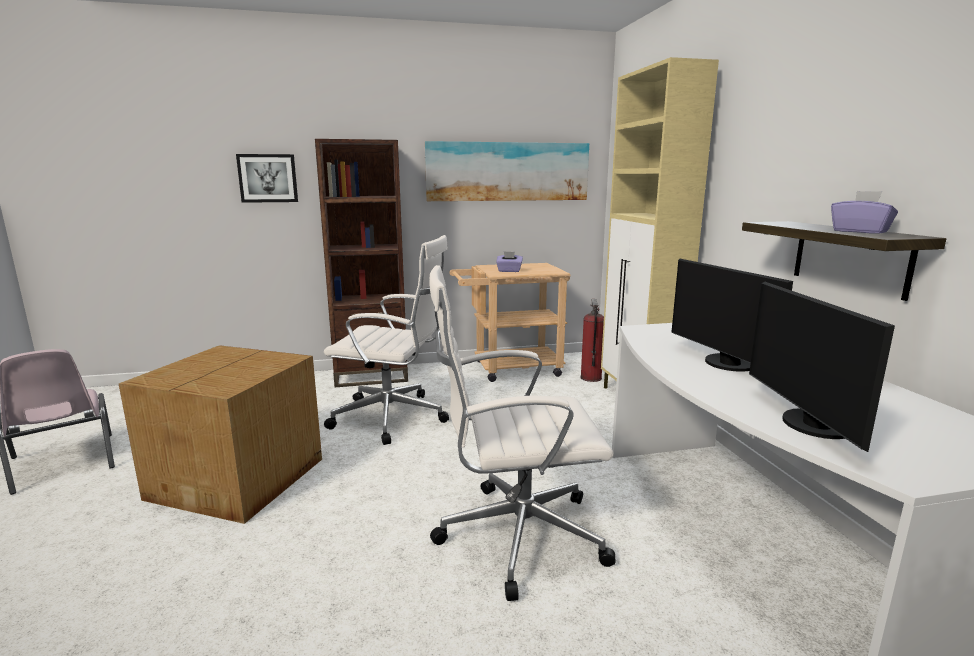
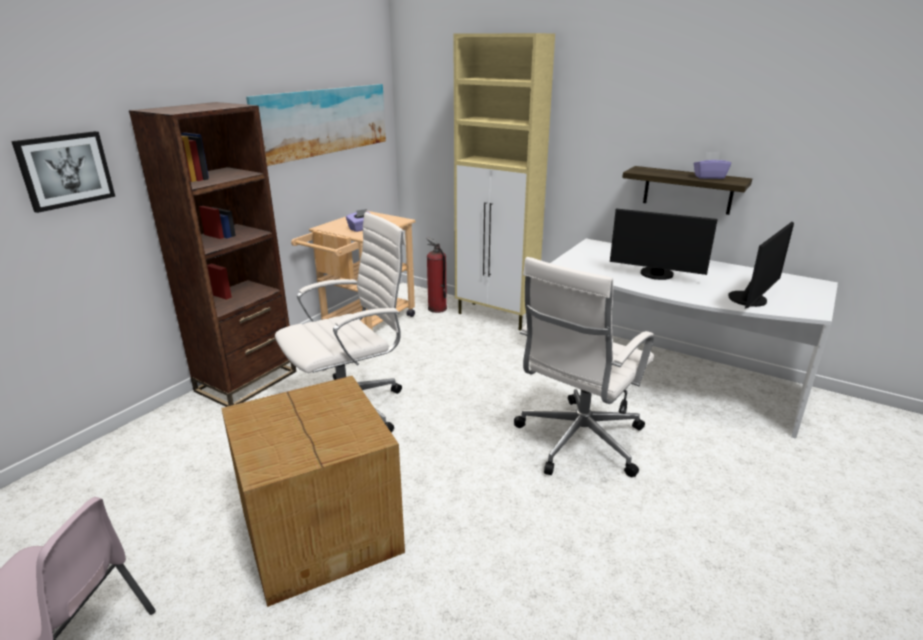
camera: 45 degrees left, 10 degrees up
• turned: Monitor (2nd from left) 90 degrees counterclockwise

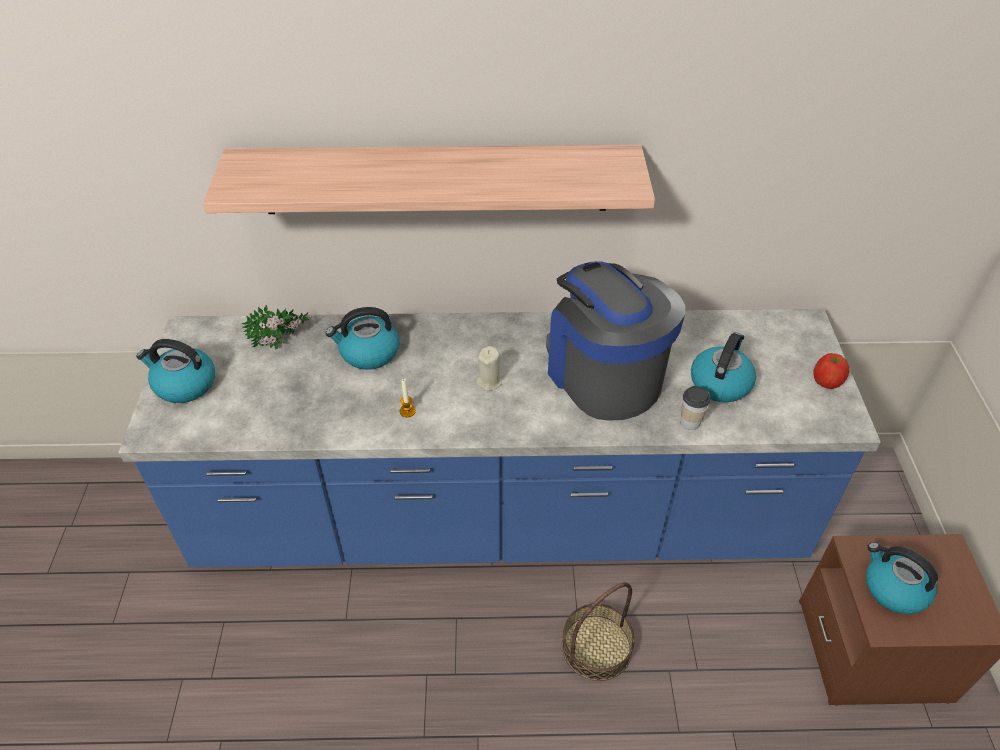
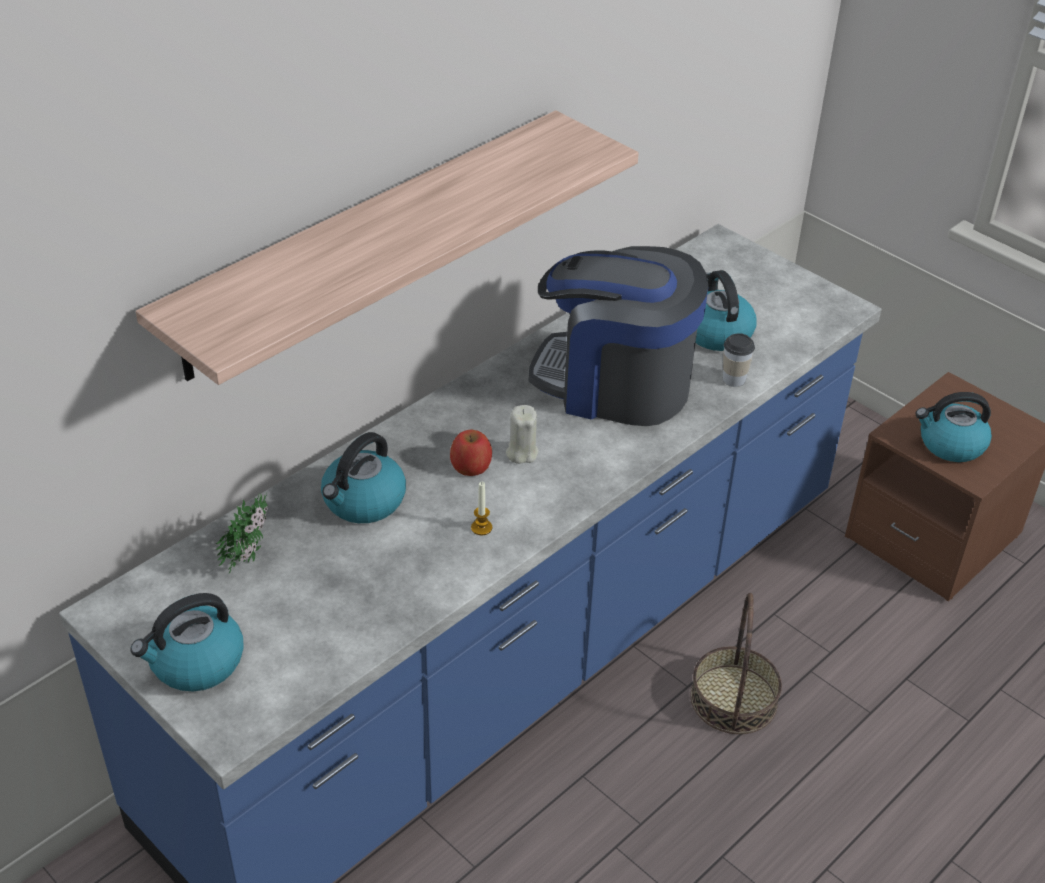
camera: 45 degrees left, 5 degrees down
• moved: Apfel

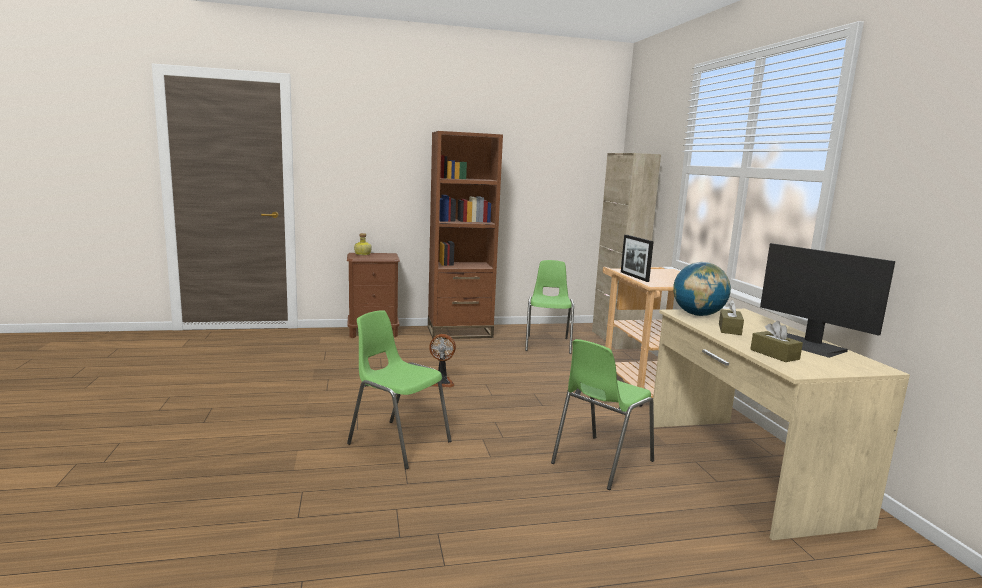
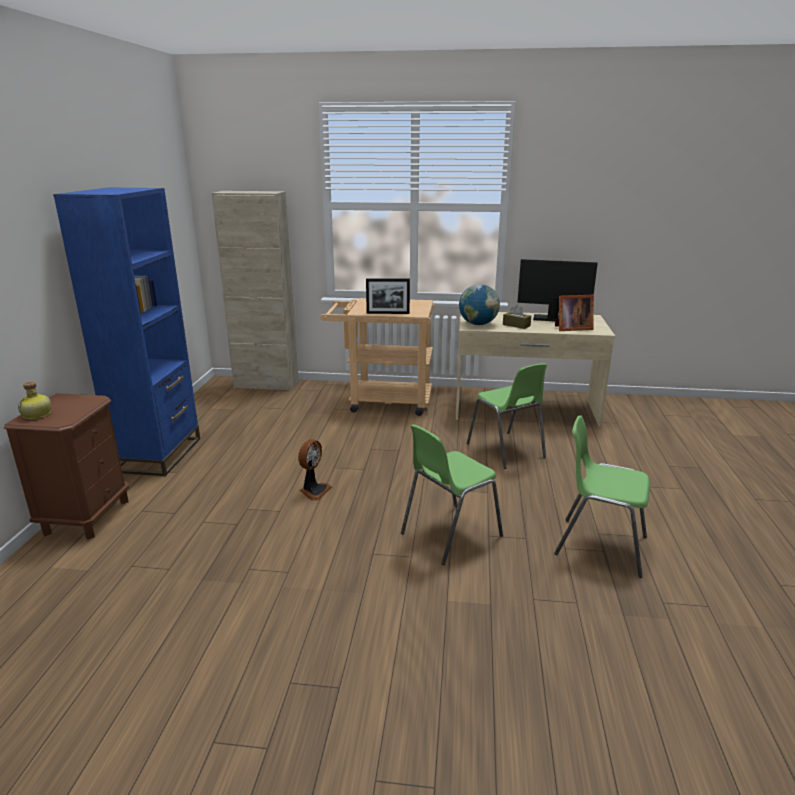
camera: 70 degrees left, 10 degrees up
• recoloured: Bücherregal [braun] to Bücherregal [blau]
• moved: Stuhl [grün] (2nd from left in the first image) to Stuhl [grün] (3rd from left)
• replaced: Taschentuchbox [braun] (2nd from left) to Bilderrahmen (2nd from left)
• turned: Monitor 150 degrees counterclockwise

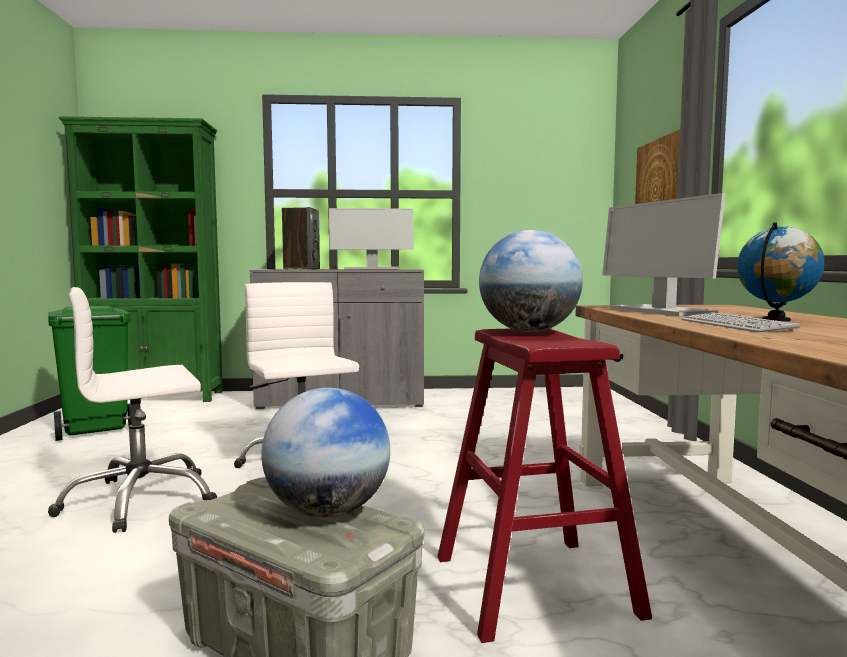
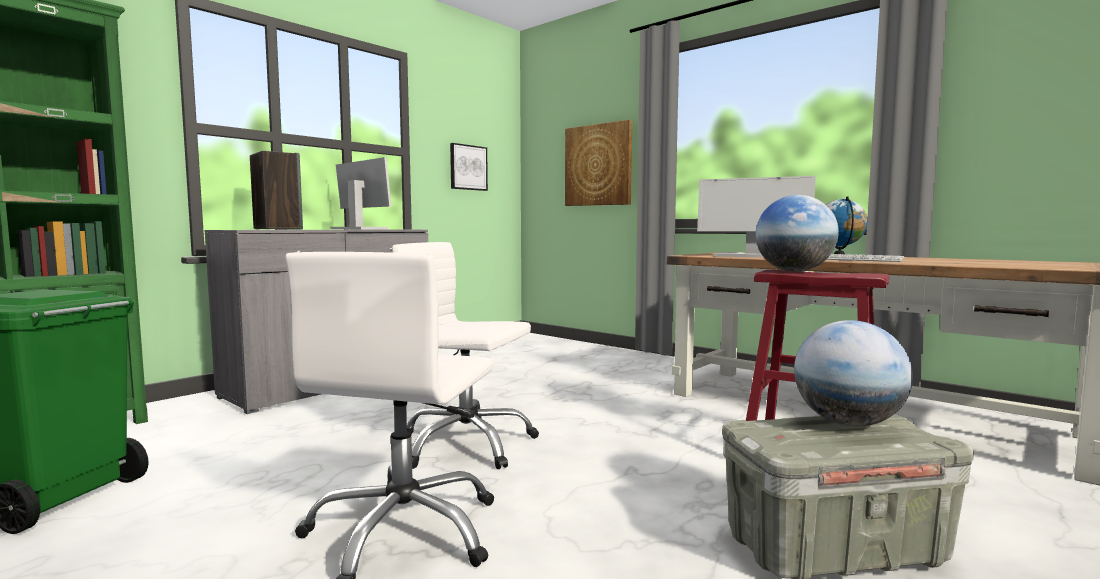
camera: 45 degrees left, 0 degrees up
• turned: Monitor (1st from left) 90 degrees counterclockwise
• added: Bild (1st from left)

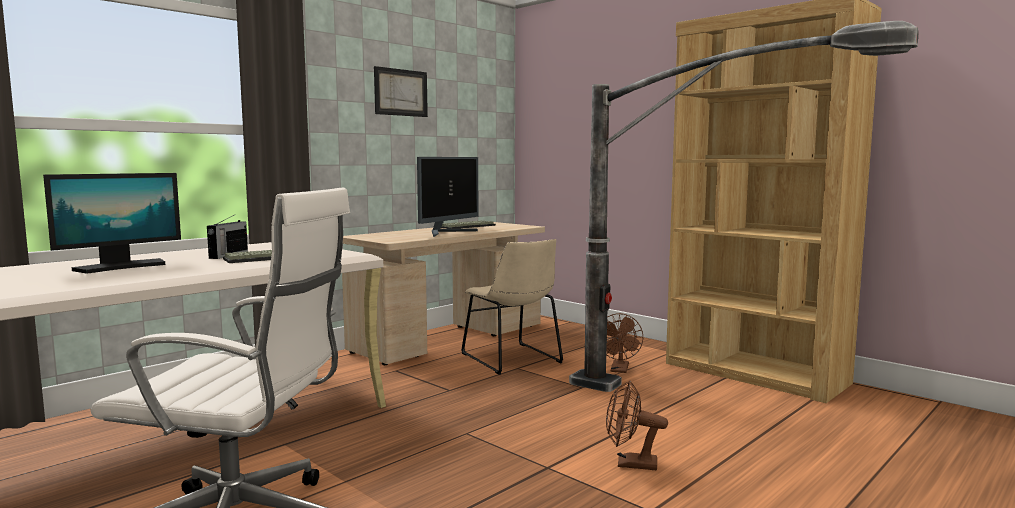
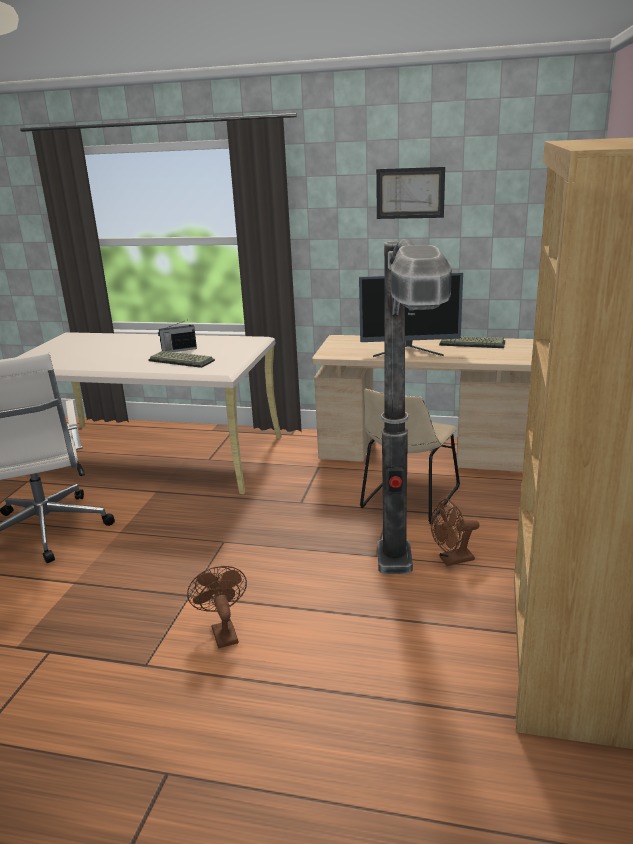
camera: 60 degrees right, 15 degrees up
• removed: Monitor (1st from left)

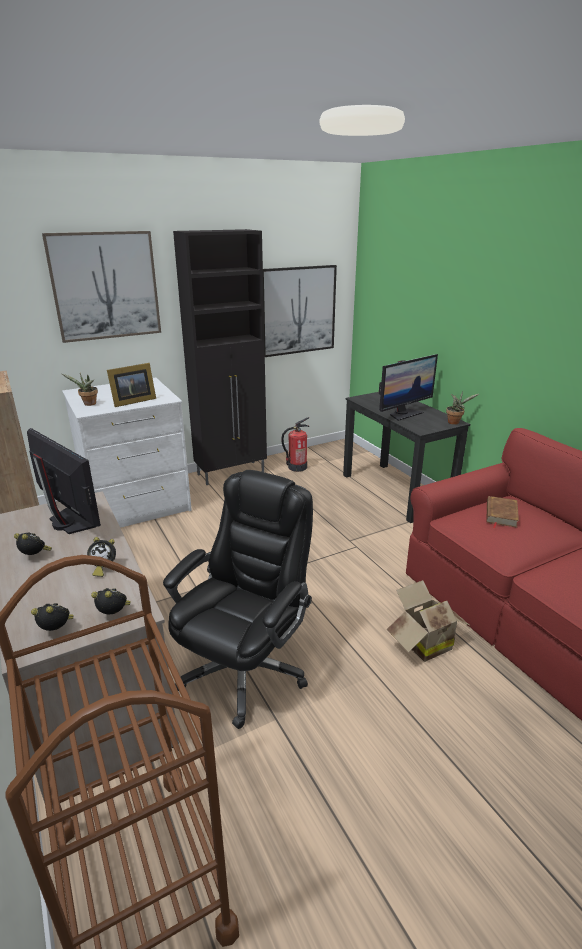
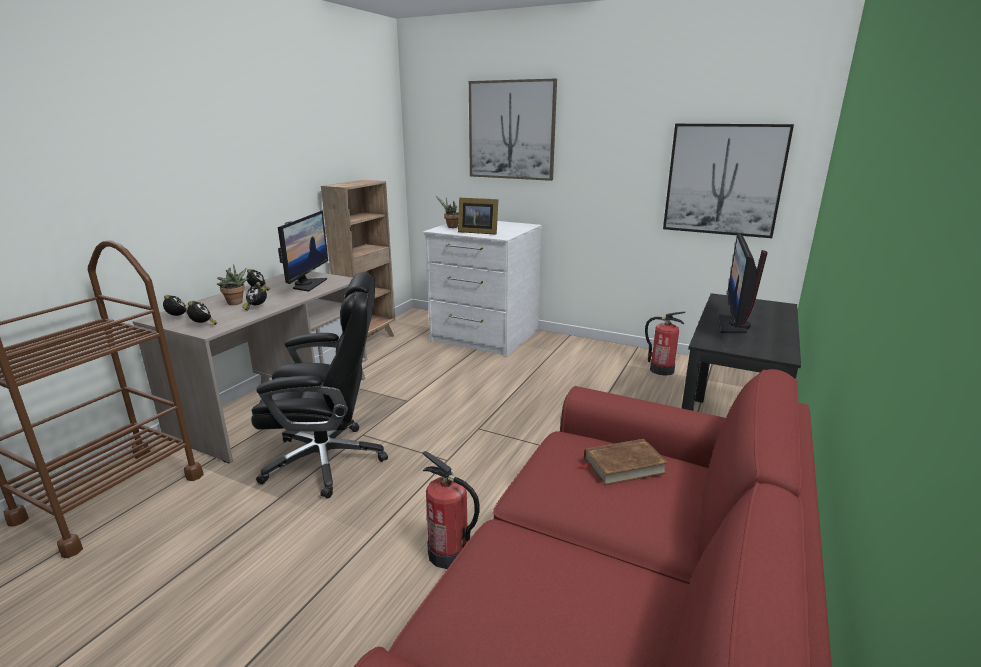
camera: 55 degrees right, 5 degrees down
• removed: Schrank [schwarz]
• turned: Monitor (2nd from left) 90 degrees clockwise
• replaced: Karton to Feuerlöscher (1st from left)
• moved: Topfpflanze (2nd from left in the first image) to Topfpflanze (1st from left)

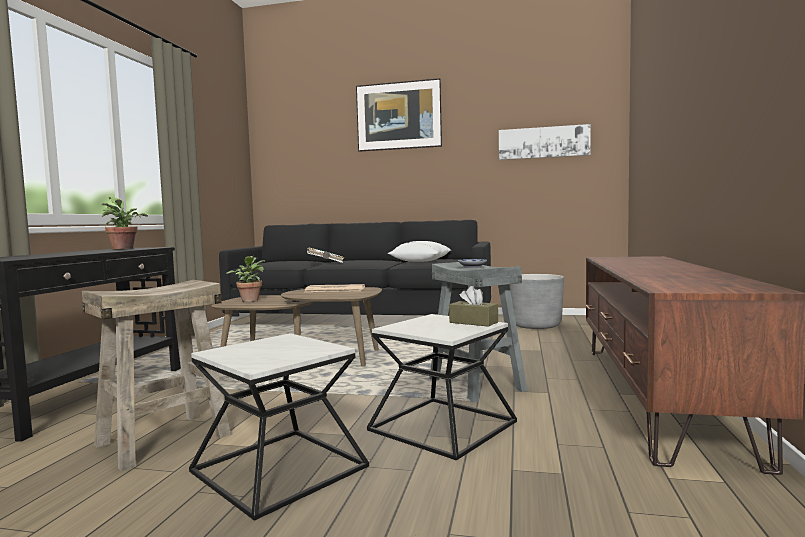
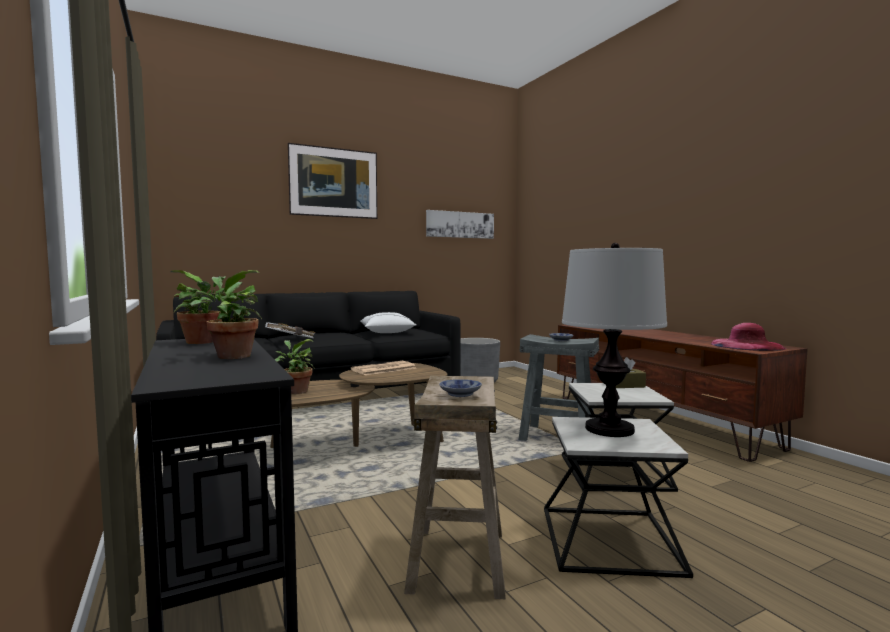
camera: 40 degrees left, 0 degrees up
• added: Topfpflanze (2nd from left)
• added: Schüssel (1st from left)
• added: Tischlampe
• added: Hut [rosa]

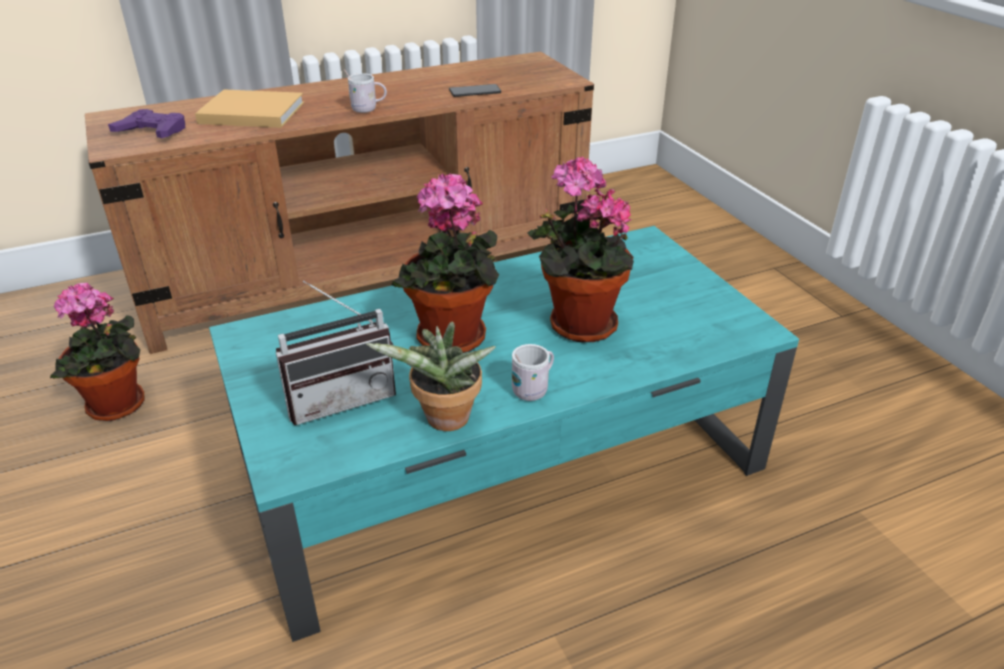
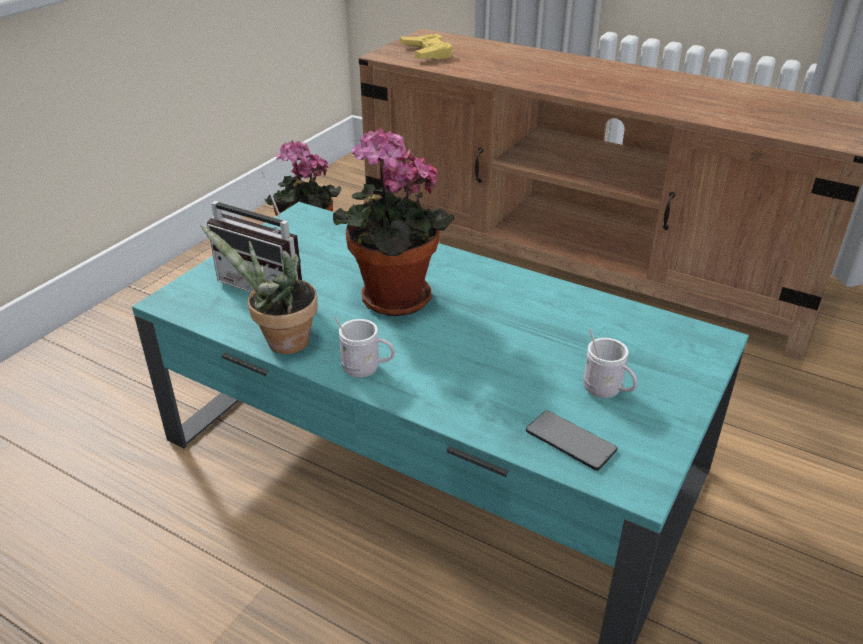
camera: 55 degrees right, 0 degrees up
• recoloured: Gamepad [lila] to Gamepad [gelb]
• removed: Buch [beige]
• moved: Henkelbecher [weiß] (1st from left in the first image) to Henkelbecher [weiß] (2nd from left)
• moved: Handy
• removed: Topfpflanze (4th from left)

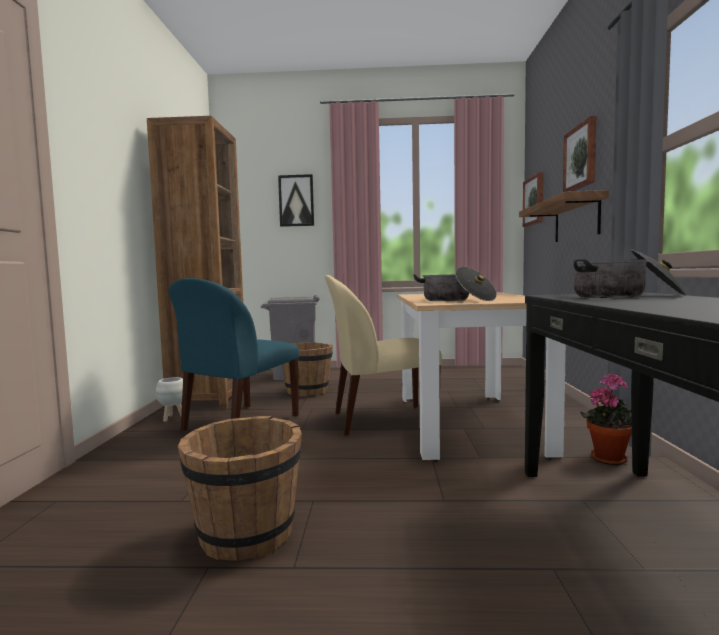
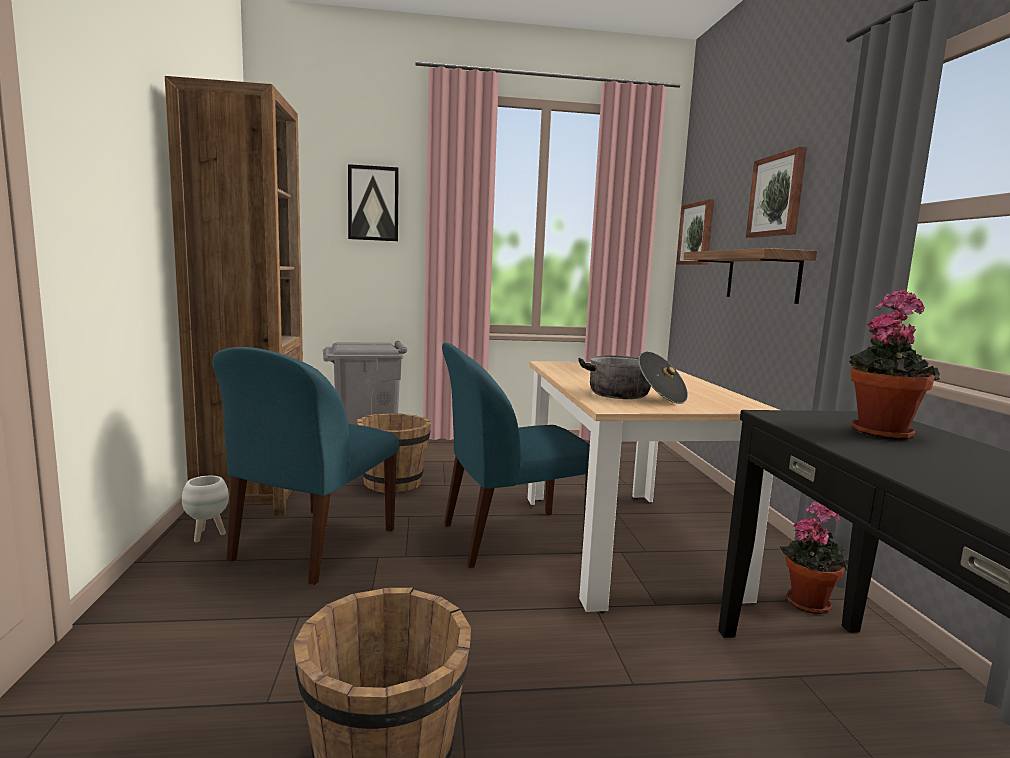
camera: 10 degrees left, 5 degrees up
• recoloured: Stuhl [beige] to Stuhl [blau] (2nd from left)
• replaced: Kochtopf (2nd from left) to Topfpflanze (2nd from left)

